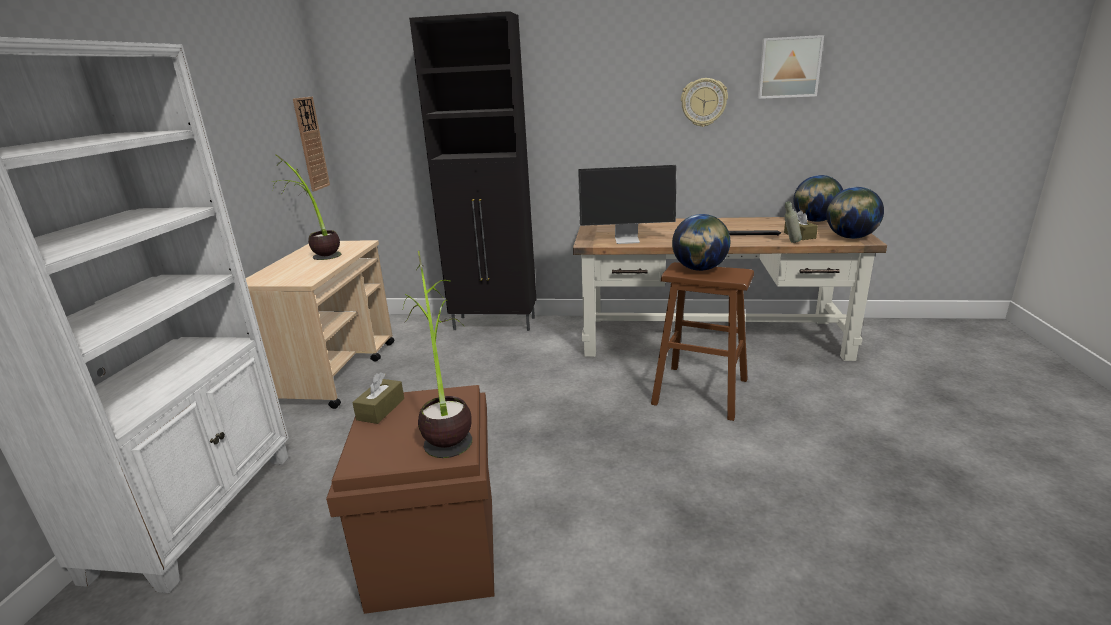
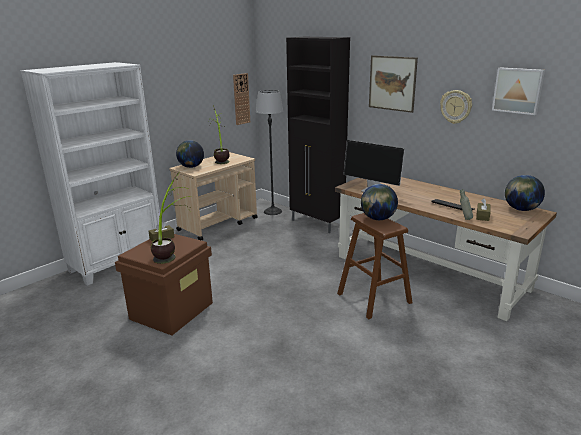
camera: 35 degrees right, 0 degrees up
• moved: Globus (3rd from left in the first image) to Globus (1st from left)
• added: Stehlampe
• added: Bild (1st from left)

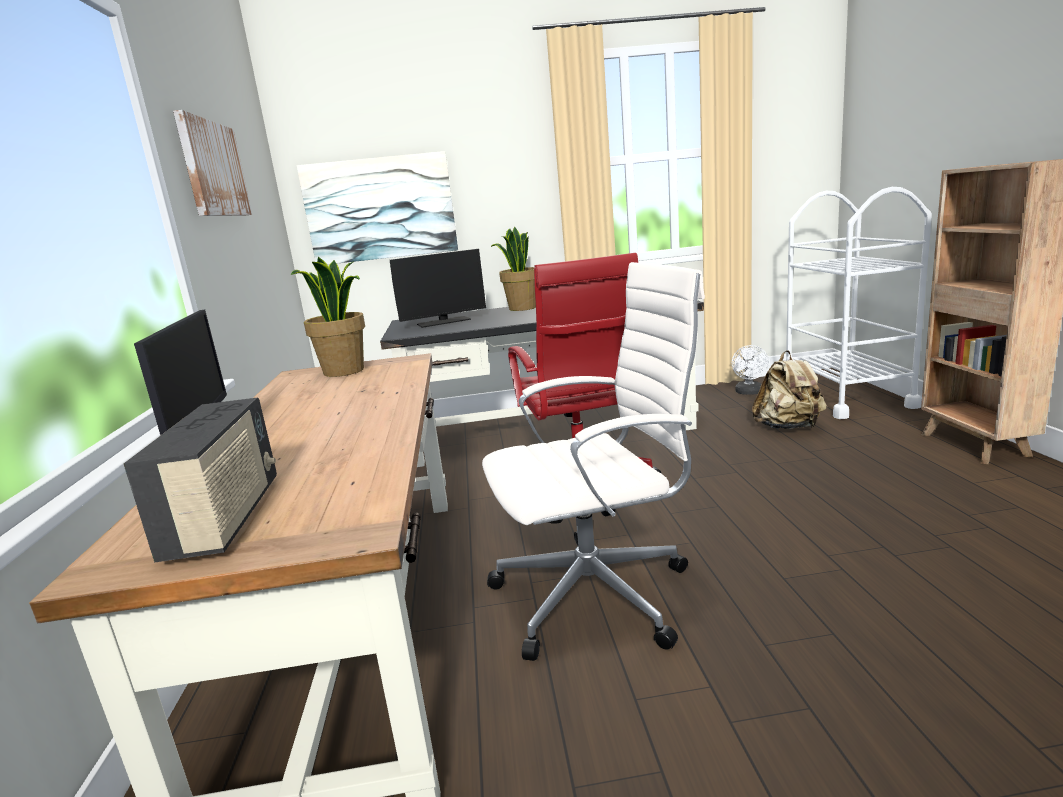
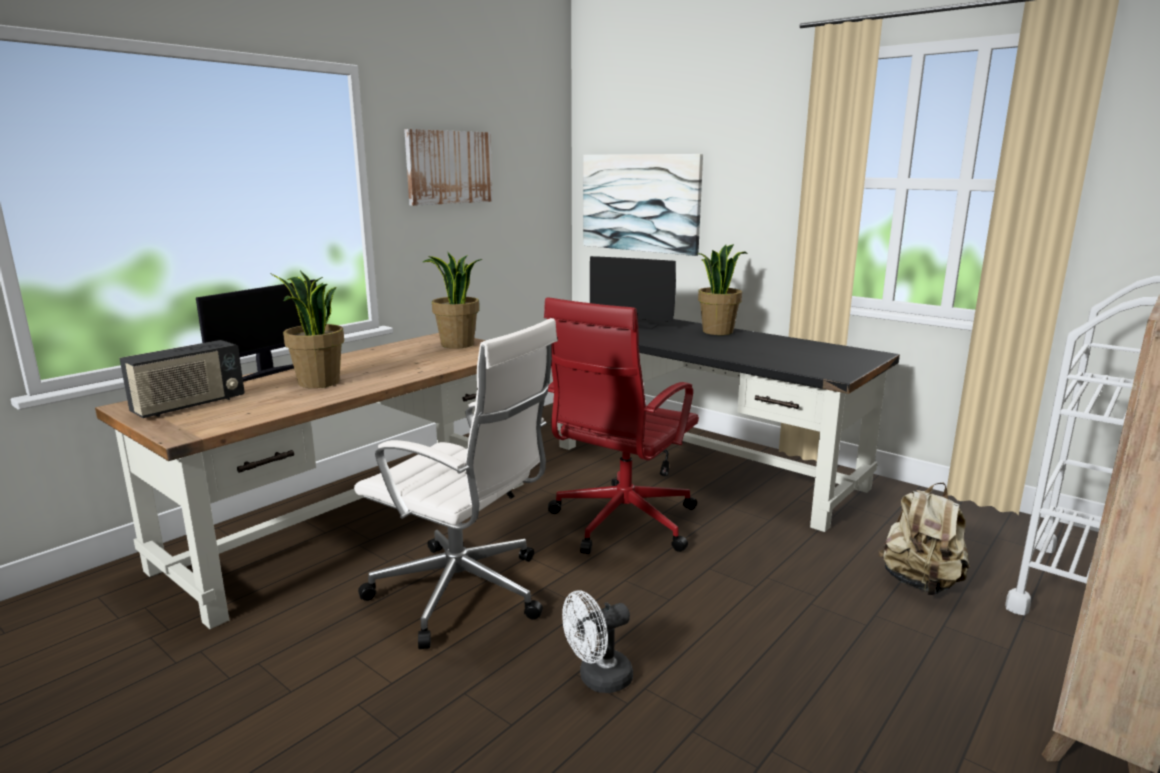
camera: 45 degrees right, 0 degrees up
• moved: Ventilator [weiß]
• added: Topfpflanze (1st from left)

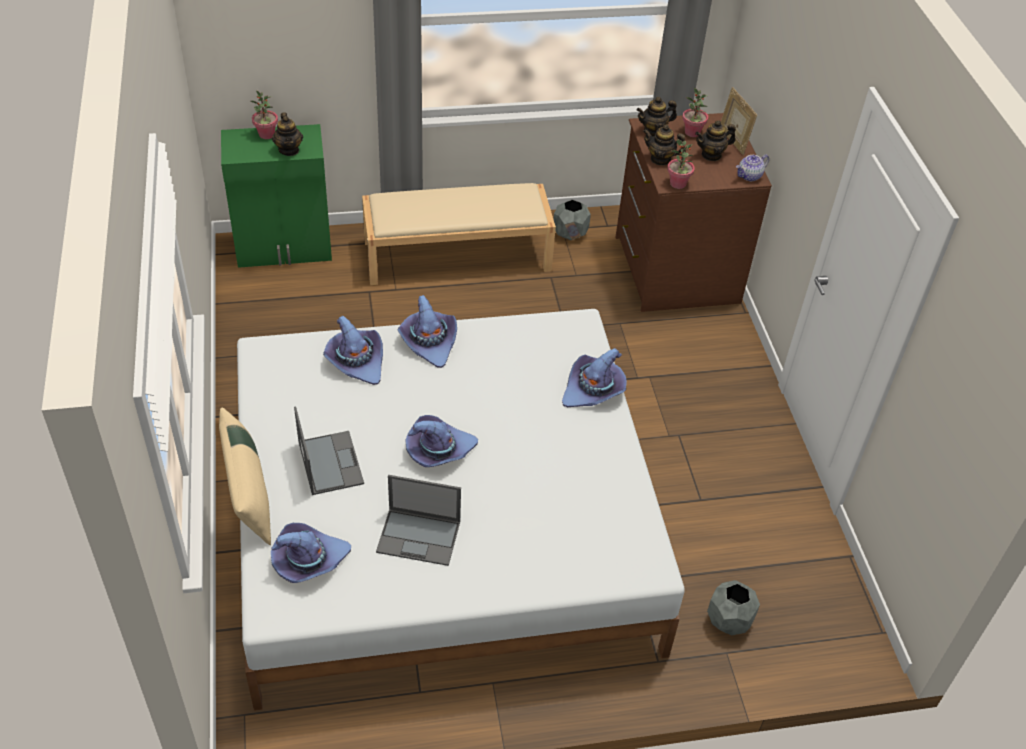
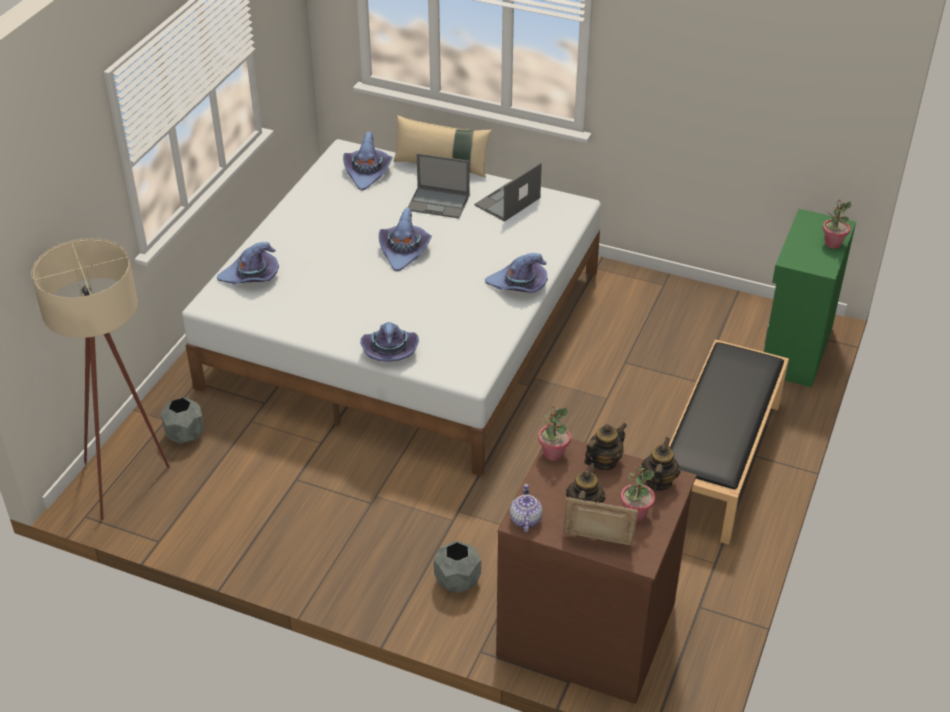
camera: 125 degrees right, 5 degrees down
• removed: Teekanne (1st from left)
• moved: Hut [lila] (2nd from left in the first image) to Hut [lila] (1st from left)
• recoloured: Bank [beige] to Bank [schwarz]
• moved: Laptop (2nd from left)
• moved: Pflanzkübel [grau] (1st from left in the first image) to Pflanzkübel [grau] (2nd from left)
• added: Stehlampe [beige]

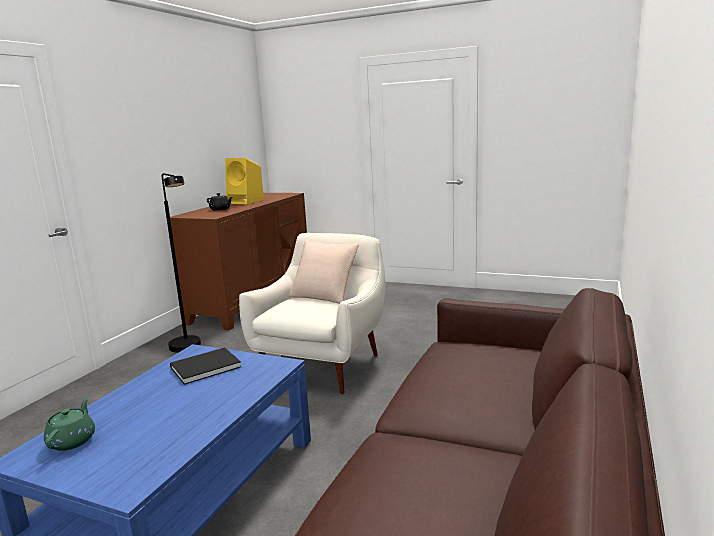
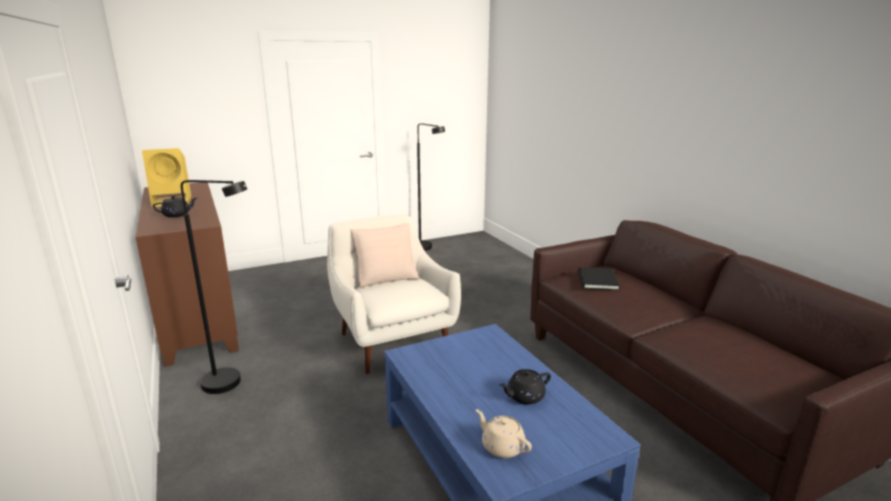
camera: 50 degrees left, 5 degrees up
• recoloured: Teekanne [grün] to Teekanne [beige]
• moved: Buch [schwarz]
• added: Stehlampe [schwarz] (2nd from left)
• added: Teekanne [schwarz] (2nd from left)

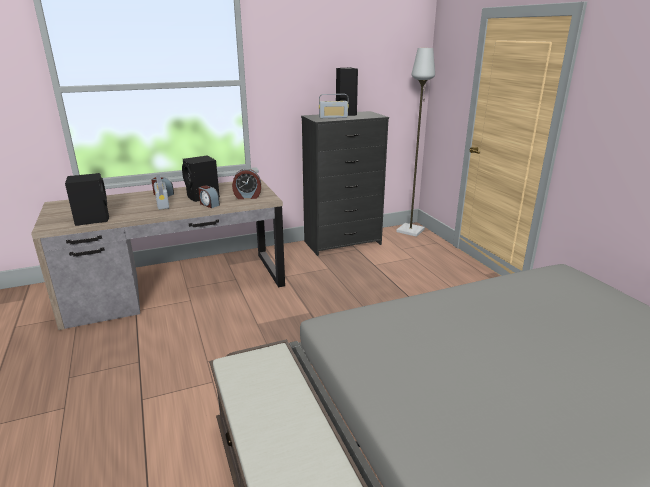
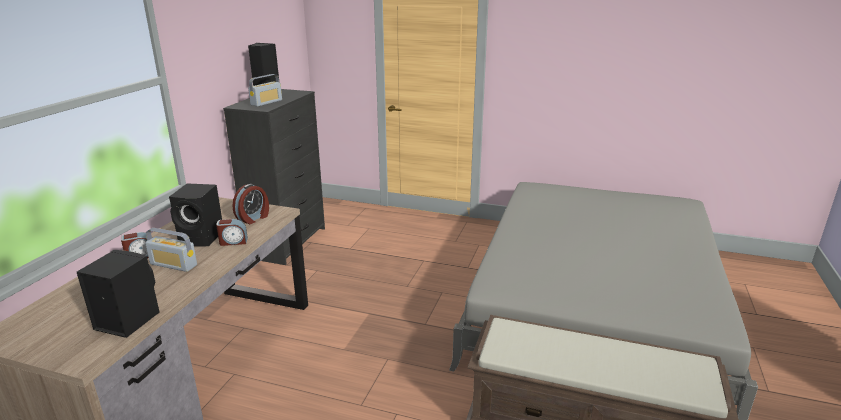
camera: 50 degrees left, 0 degrees up
• removed: Stehlampe [grau]

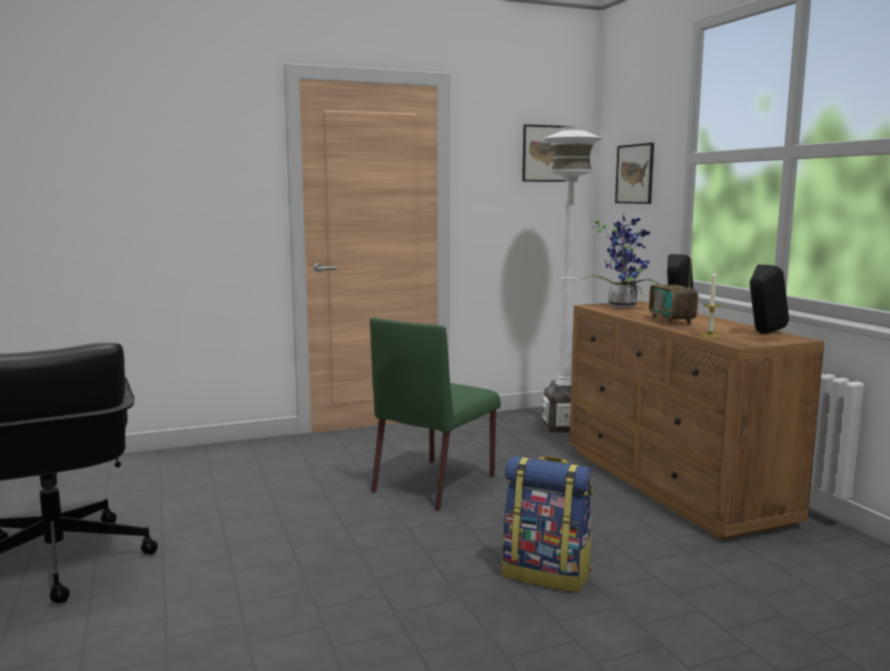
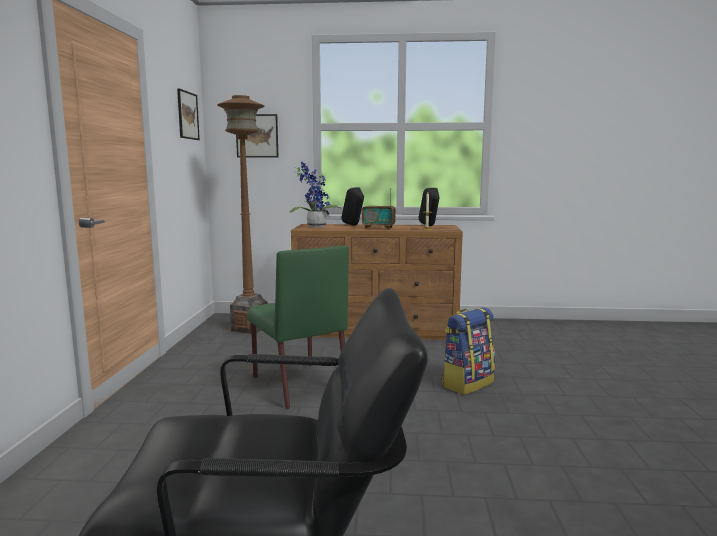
camera: 65 degrees left, 0 degrees up
• recoloured: Stehlampe [weiß] to Stehlampe [braun]

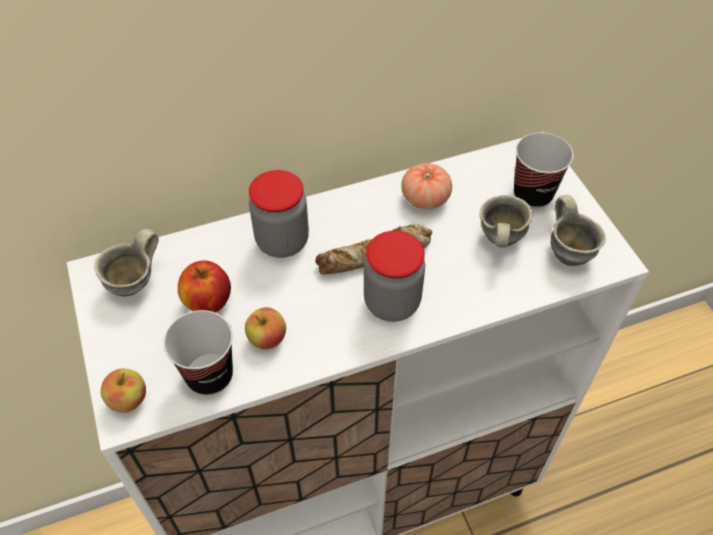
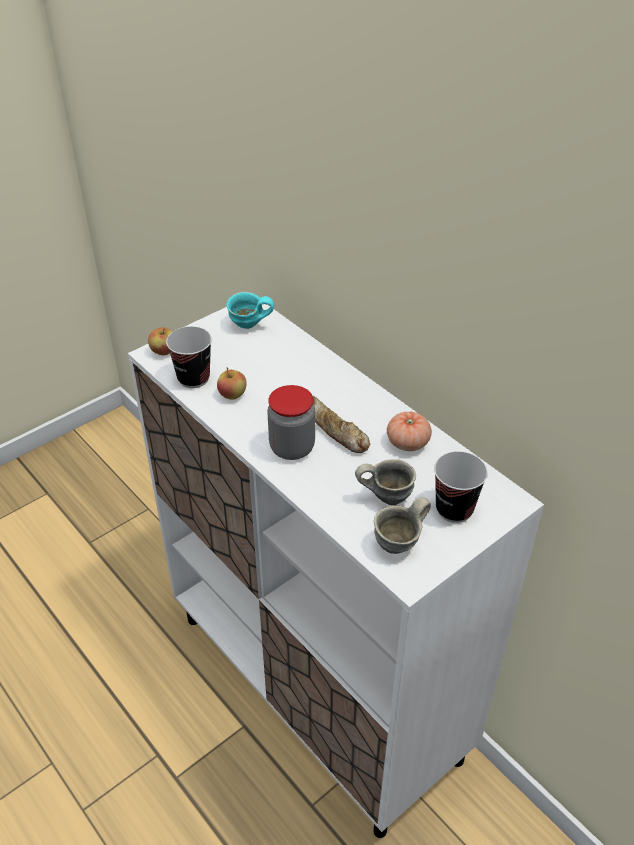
camera: 70 degrees right, 10 degrees down
• recoloured: Henkelbecher [grau] (1st from left) to Henkelbecher [türkis]
• removed: Apfel (2nd from left)
• removed: Vorratsglas (1st from left)

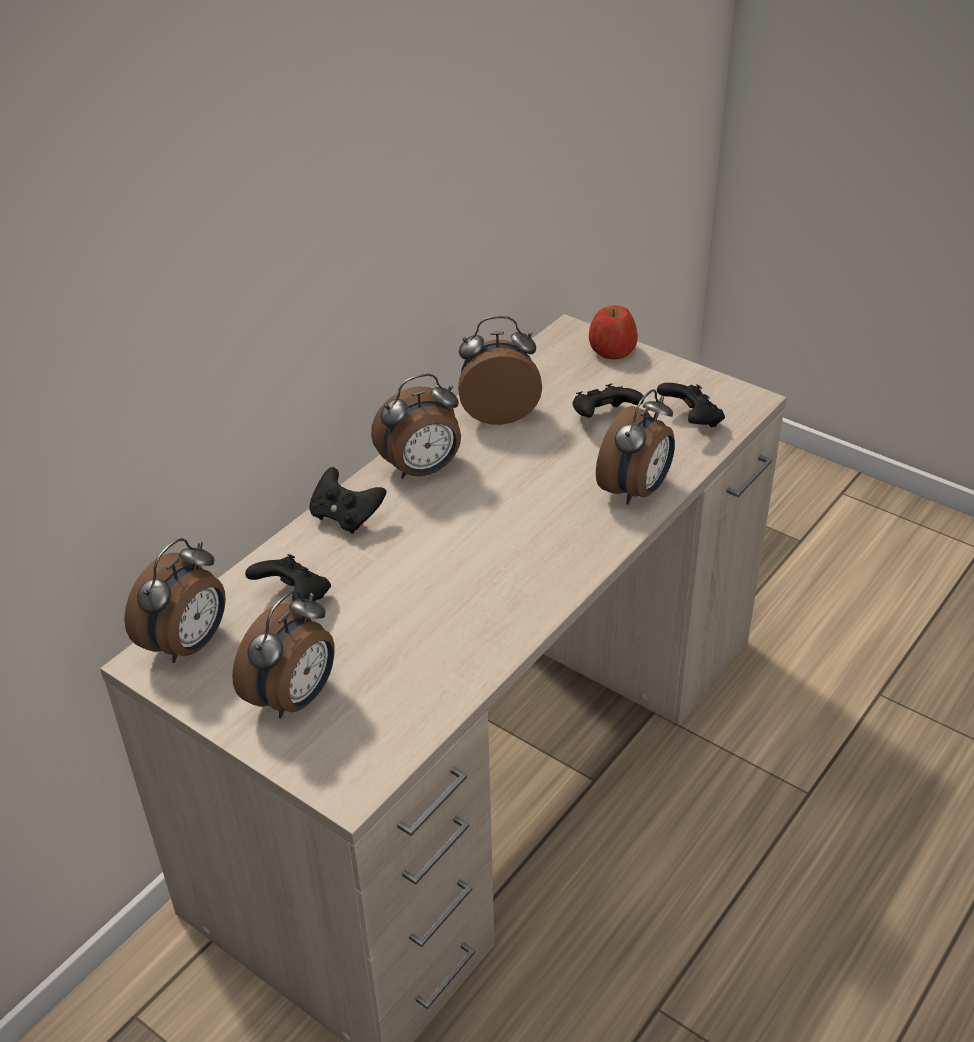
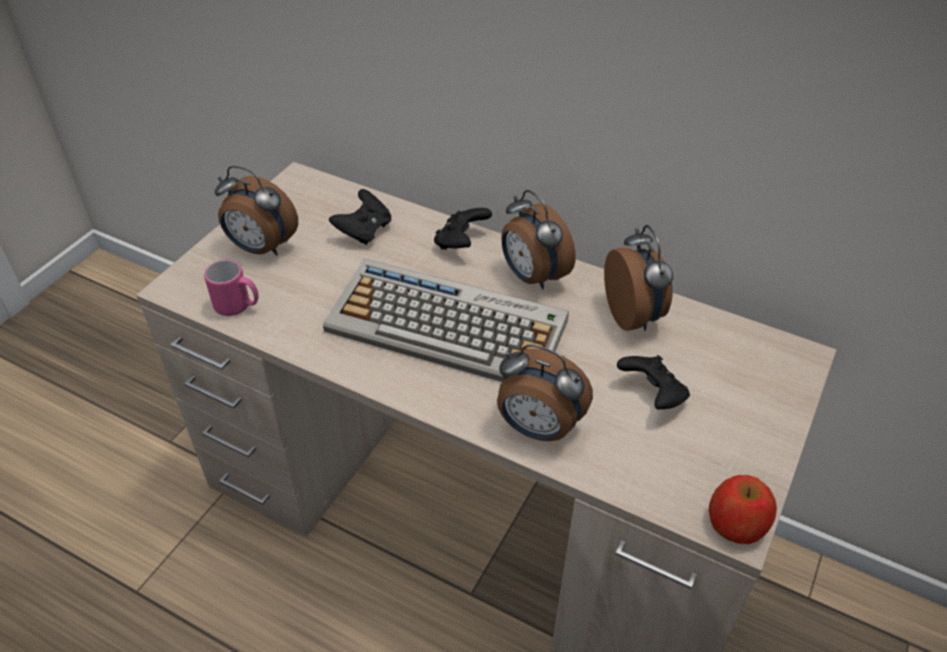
camera: 80 degrees right, 5 degrees up
• removed: Wecker (1st from left)
• moved: Apfel
• removed: Gamepad [schwarz] (4th from left)
• added: Henkelbecher [rosa]
• added: Tastatur

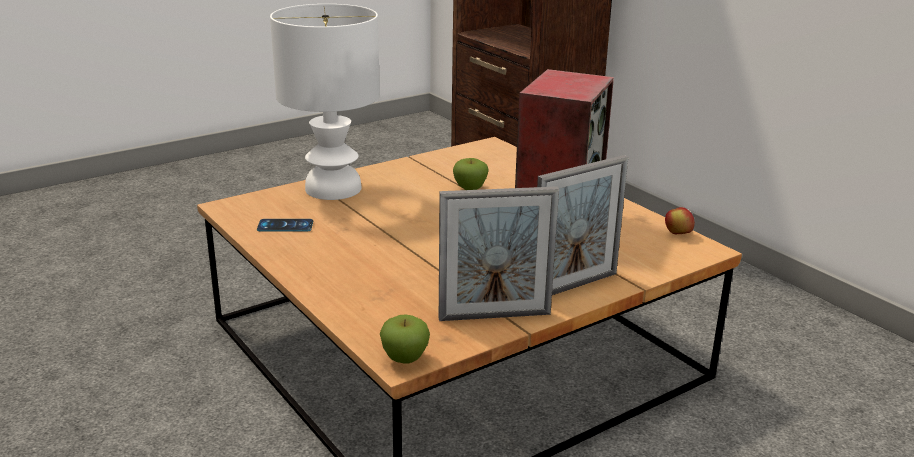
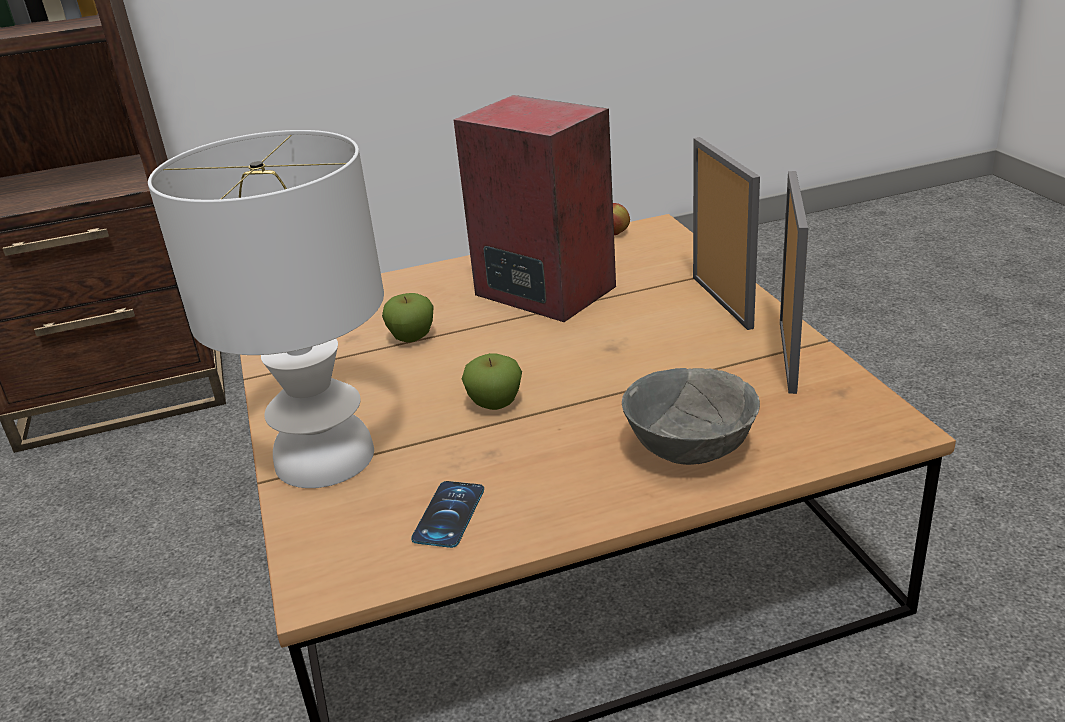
camera: 70 degrees left, 5 degrees up
• moved: Apfel (1st from left in the first image) to Apfel (2nd from left)
• added: Schüssel [grau]

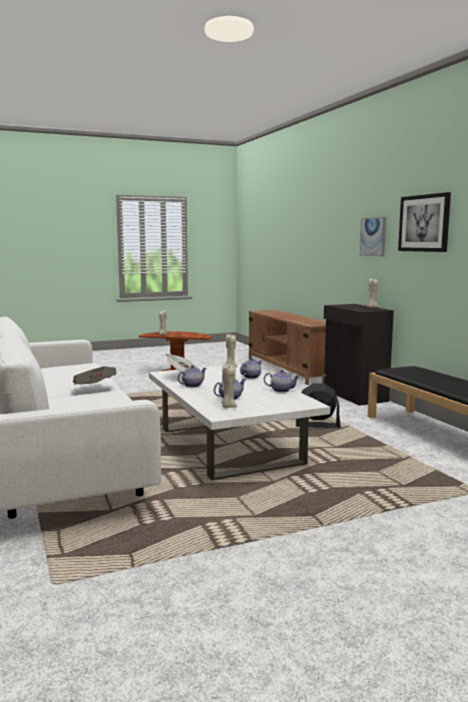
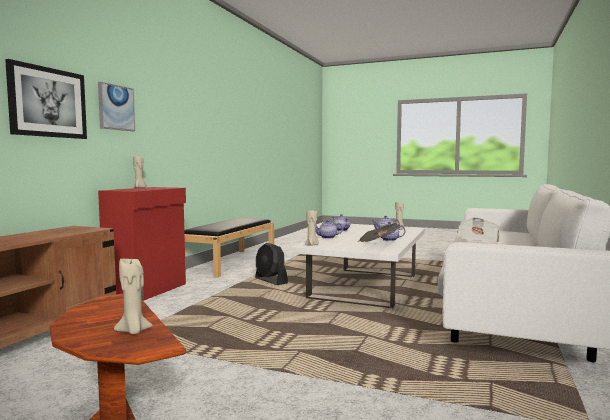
camera: 135 degrees left, 5 degrees down
• recoloured: Schrank [schwarz] to Schrank [rot]
• moved: Bild (2nd from left in the first image) to Bild (1st from left)

